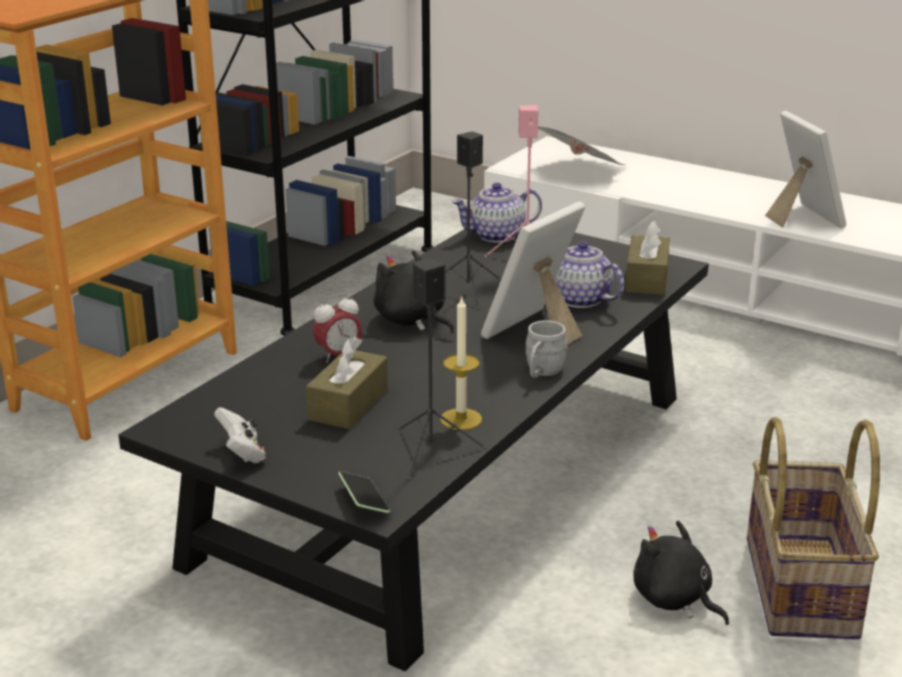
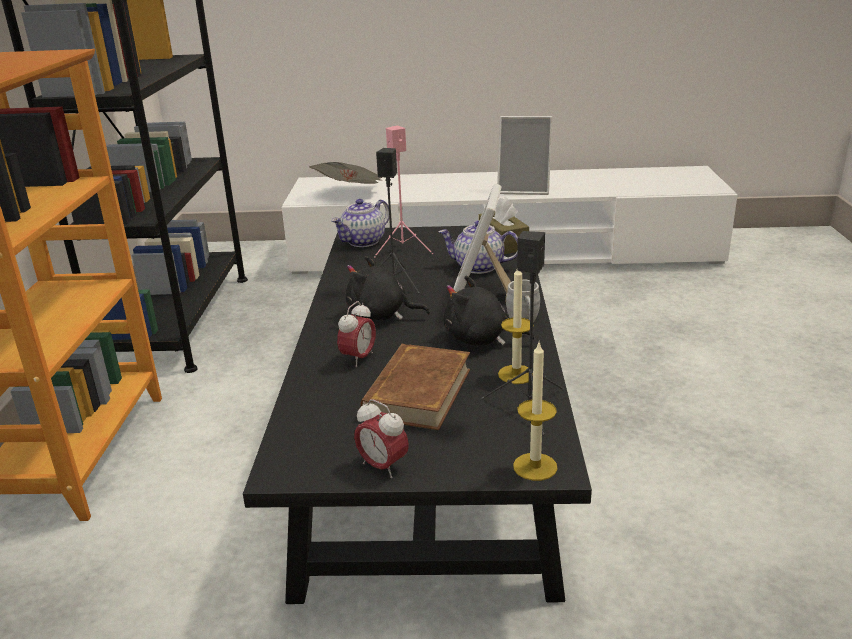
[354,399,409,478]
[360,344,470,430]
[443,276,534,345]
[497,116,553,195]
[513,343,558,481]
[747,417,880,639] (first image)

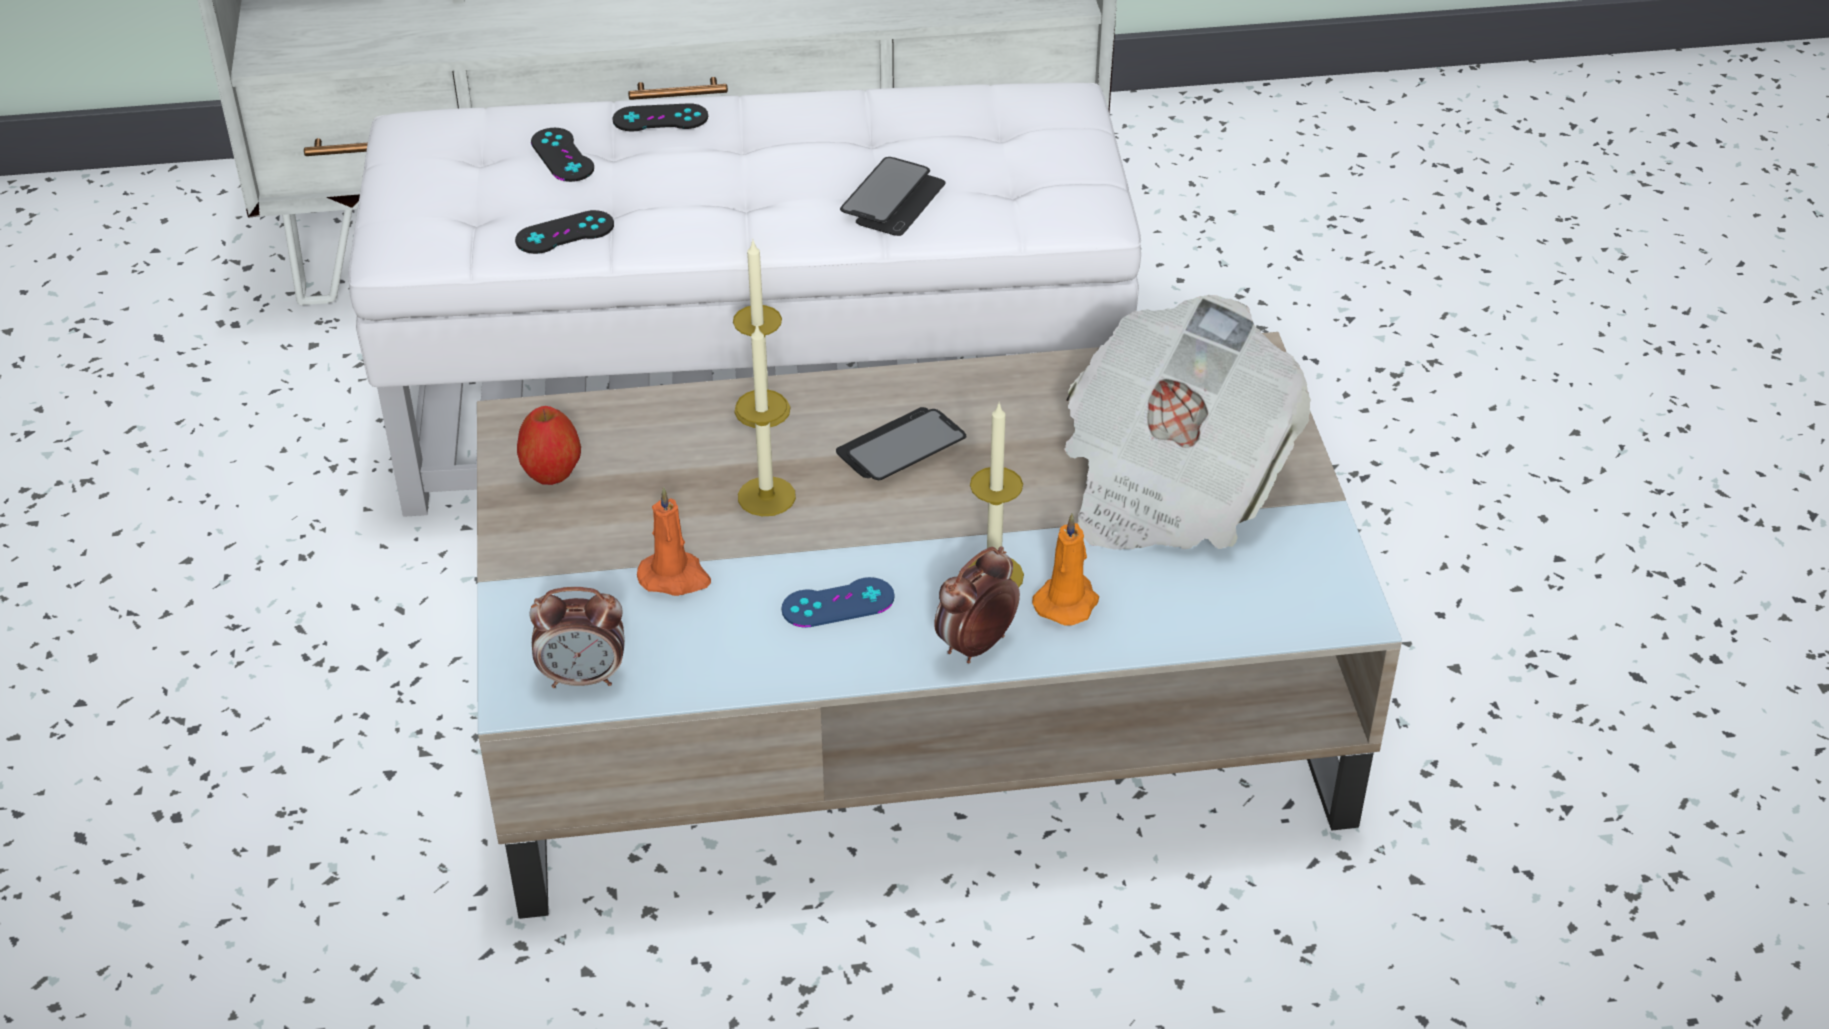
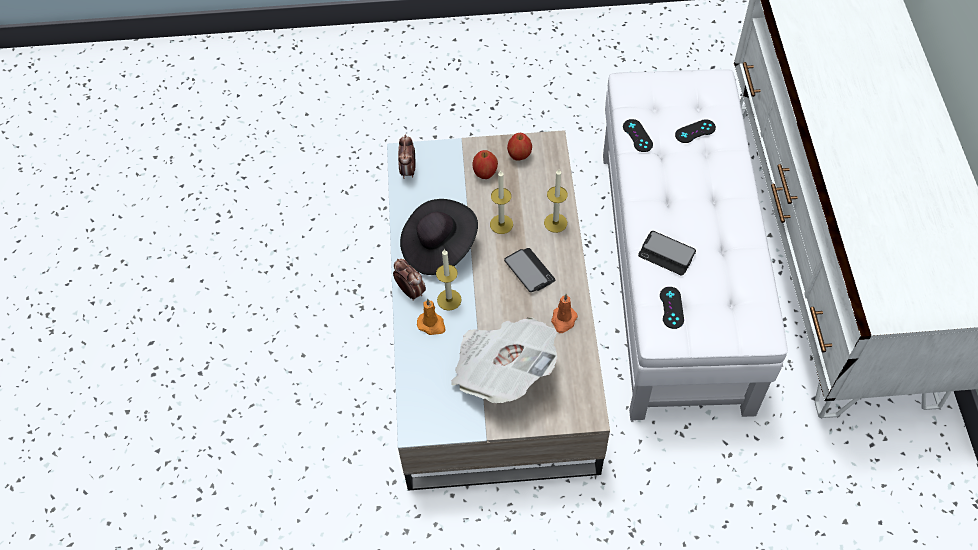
[400,199,478,275]
[472,150,498,179]
[551,294,578,333]
[660,287,684,329]

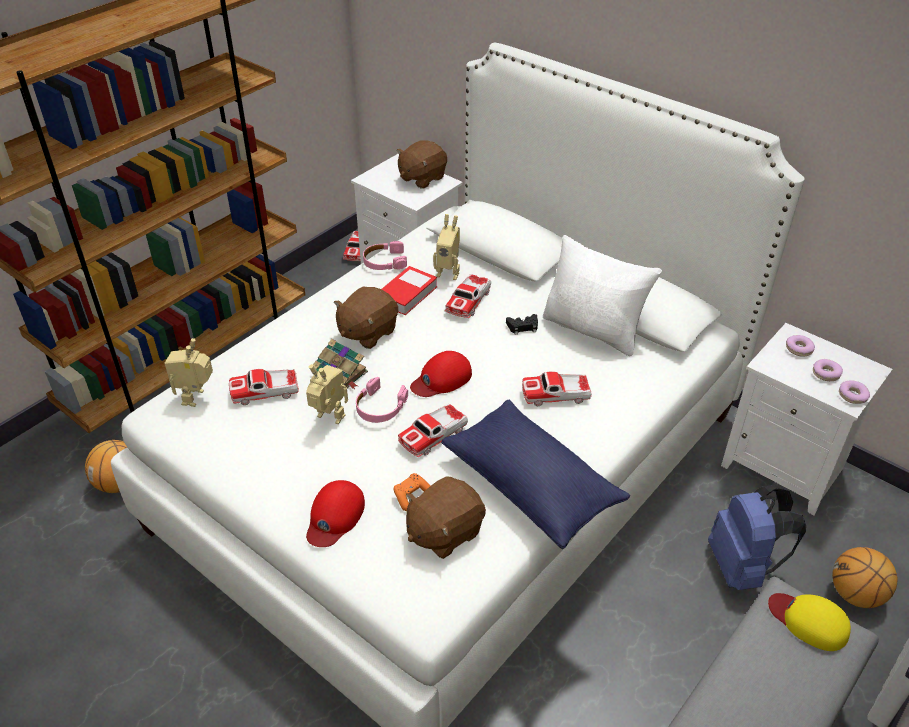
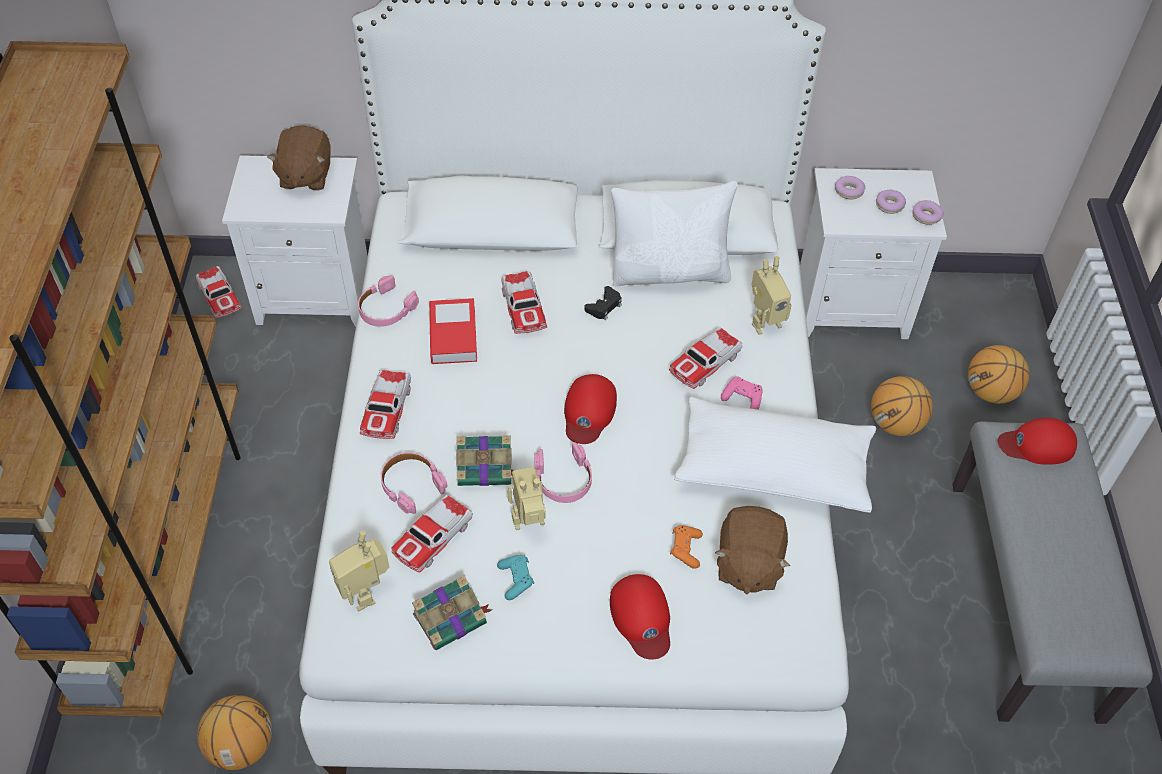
[360,370,411,439]
[381,452,448,514]
[412,575,492,650]
[497,555,534,600]
[674,397,876,513]
[721,376,763,410]
[751,256,792,335]
[871,376,933,436]
[998,418,1077,465]
[334,287,398,349] (first image)

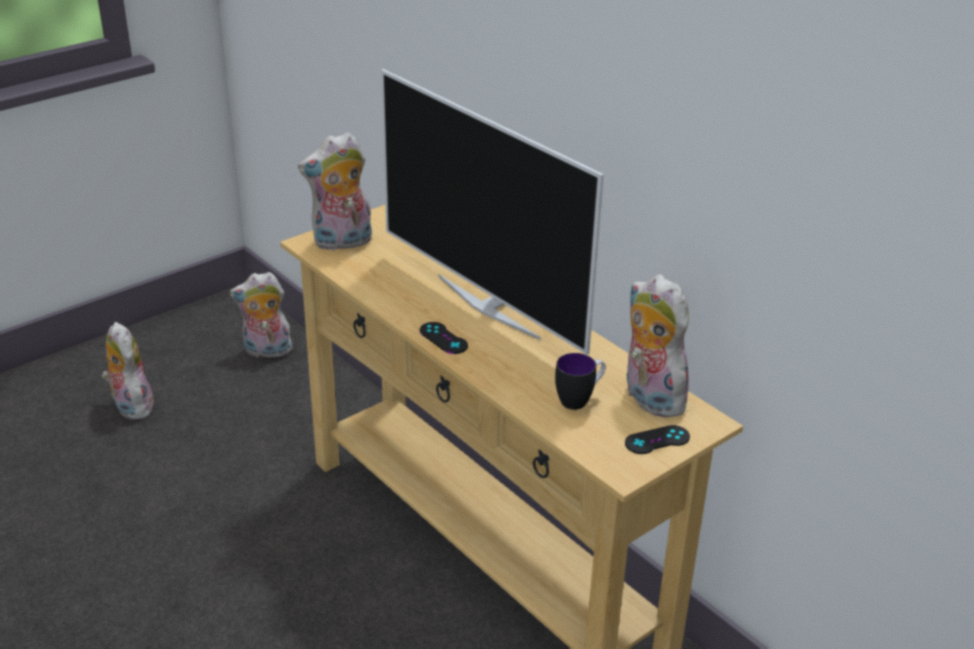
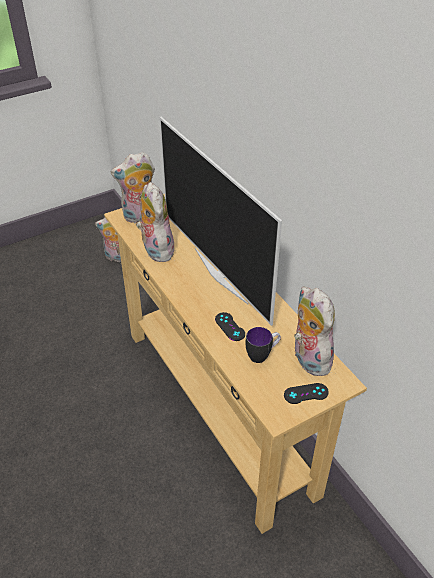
[136,182,174,262]
[215,312,245,341]

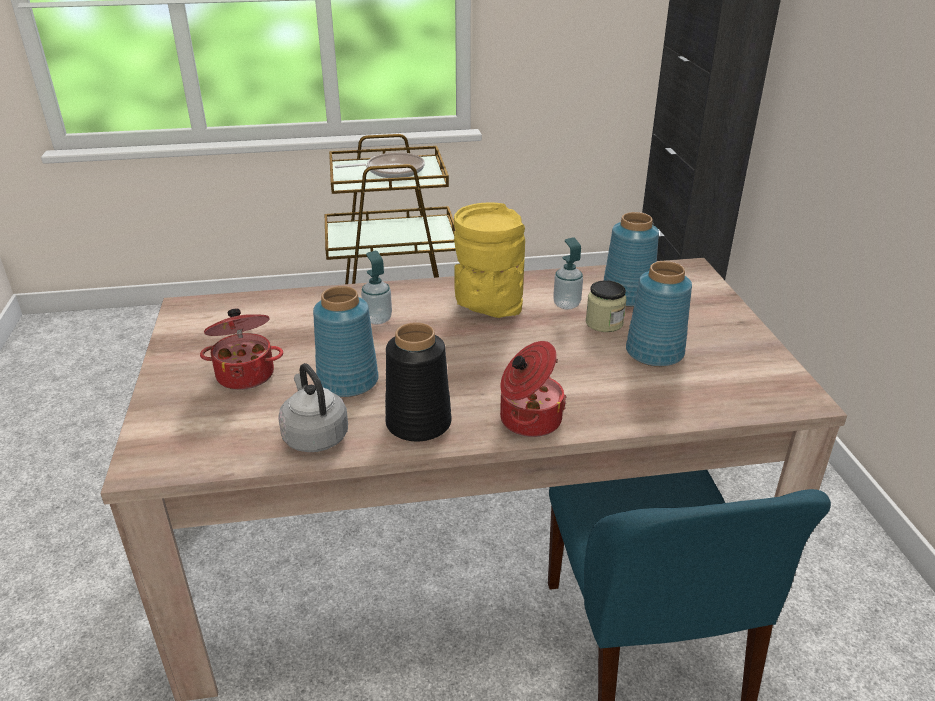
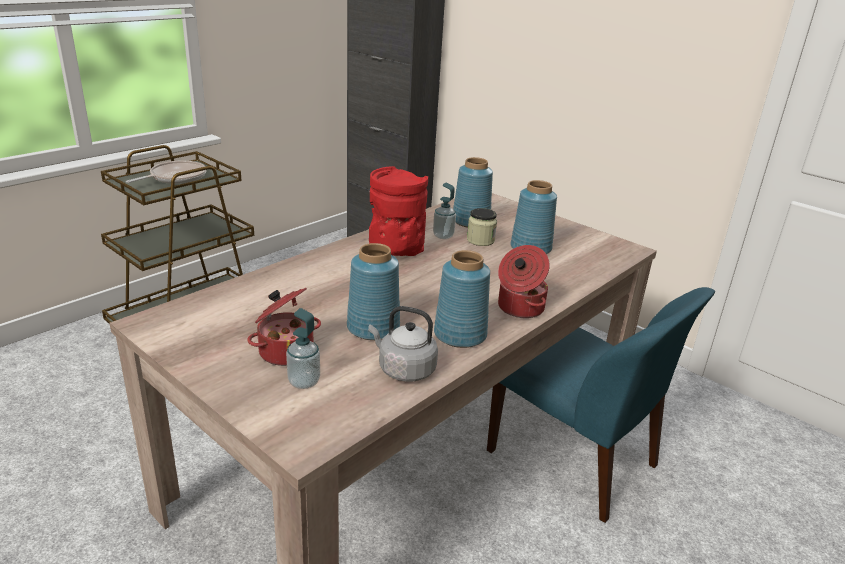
[286,308,320,389]
[369,166,428,256]
[434,250,490,348]

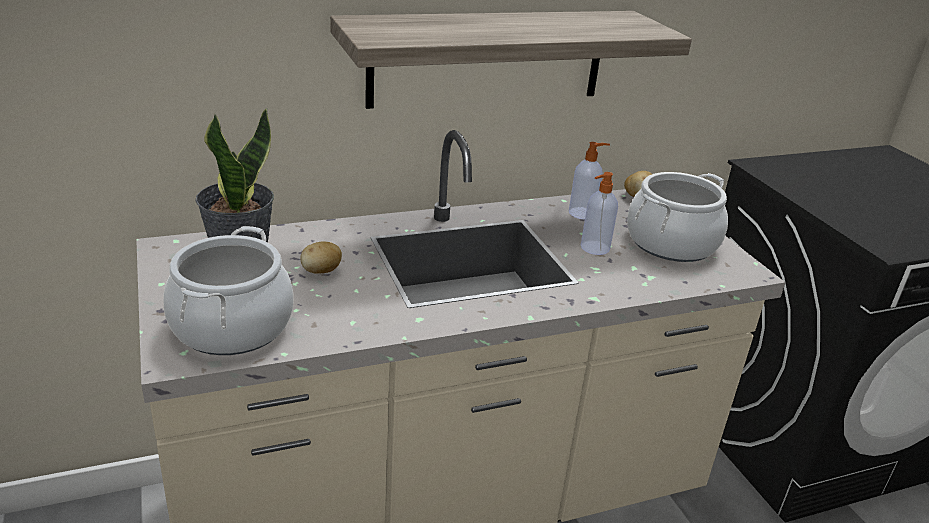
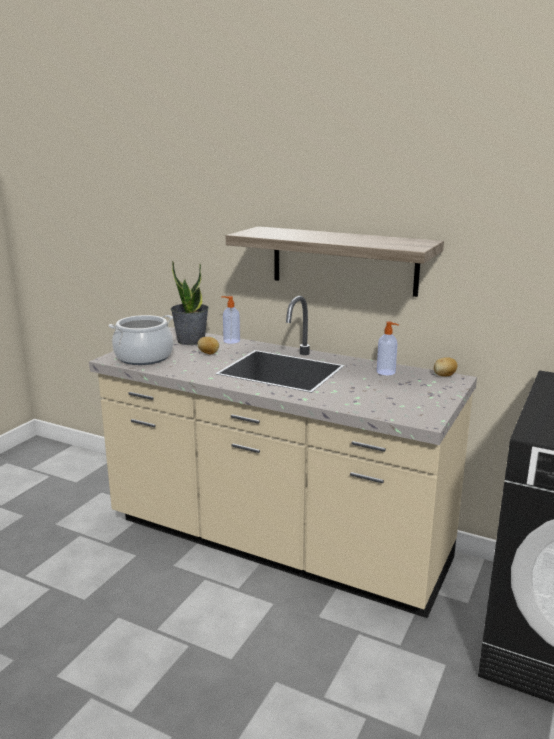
[221,296,240,344]
[627,172,728,262] (first image)

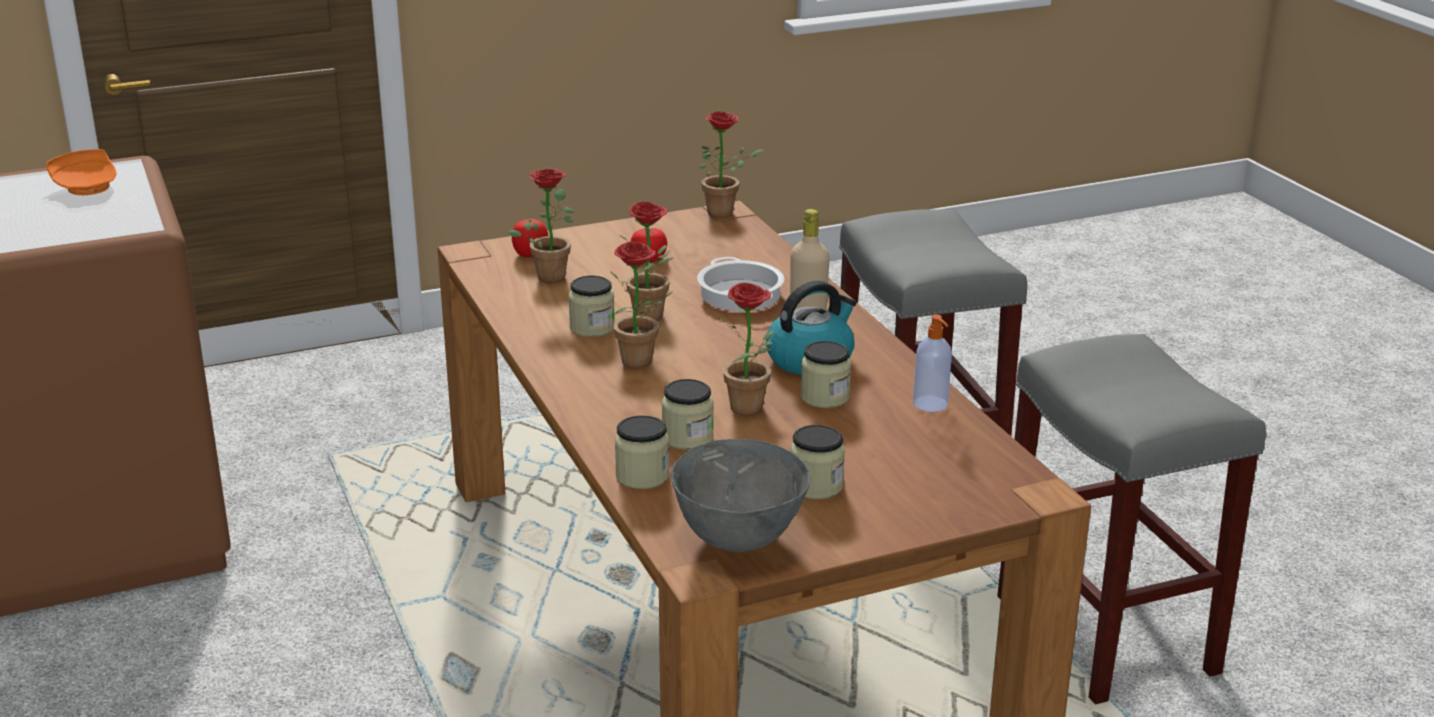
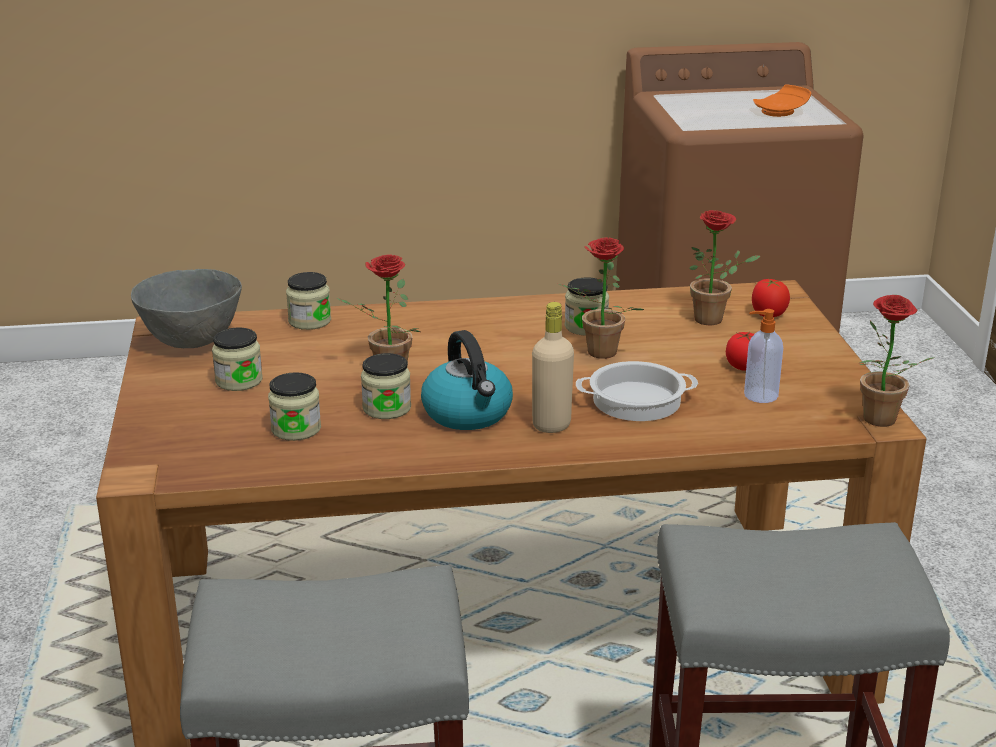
[268,372,321,441]
[744,309,783,403]
[610,241,673,368] (first image)

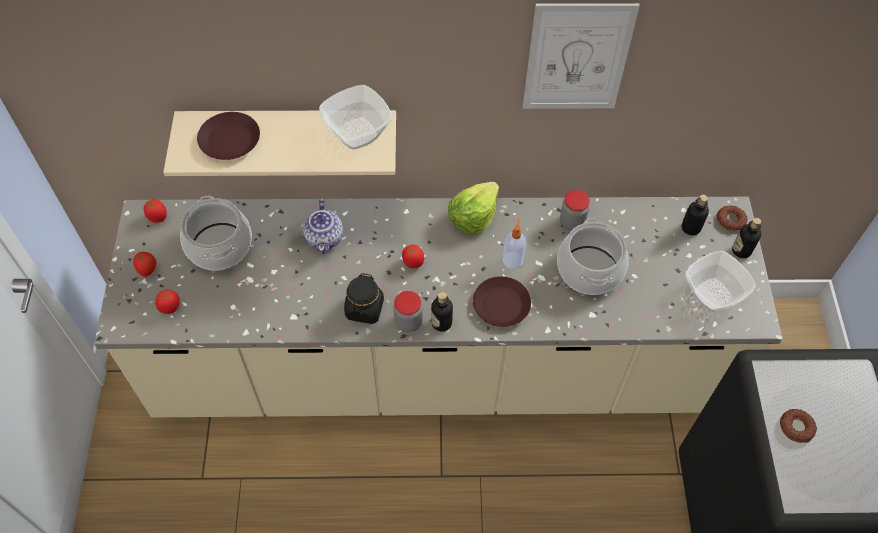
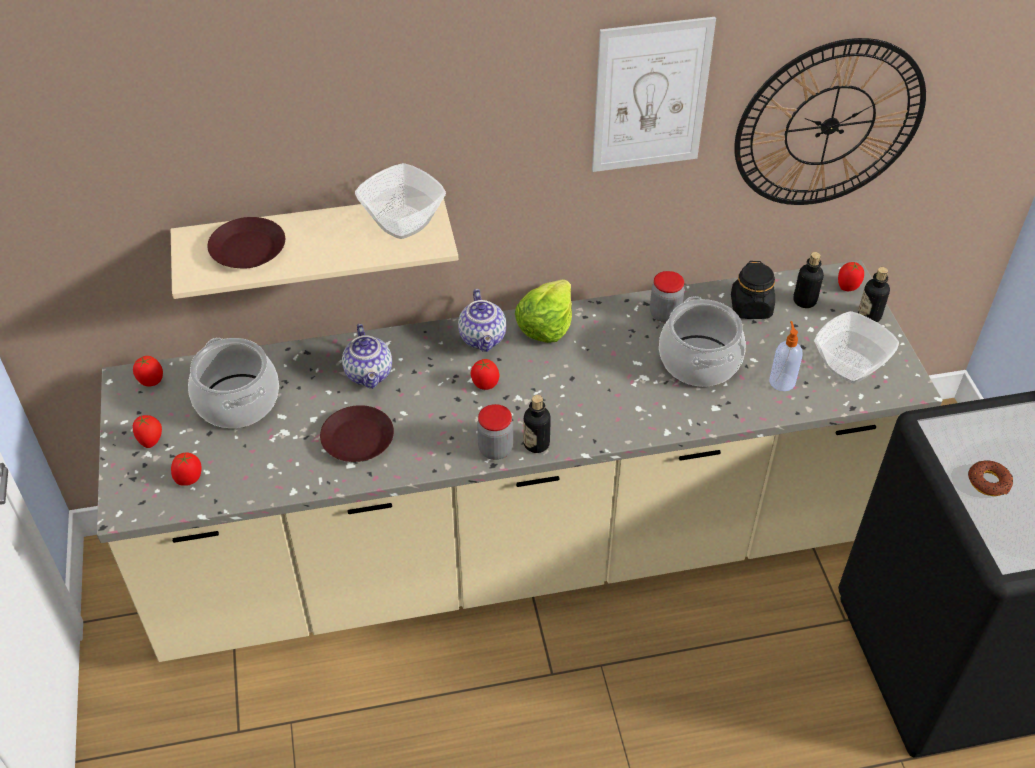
[320,405,394,462]
[458,289,507,352]
[731,261,775,319]
[734,38,926,205]
[770,321,802,391]
[838,262,864,291]

